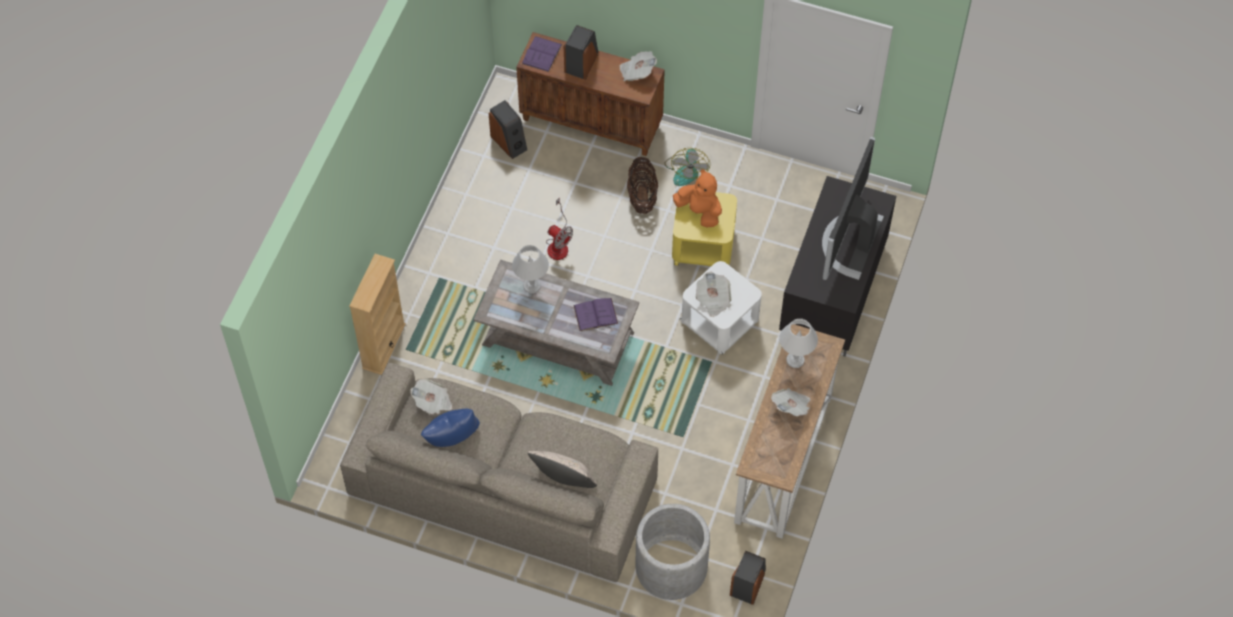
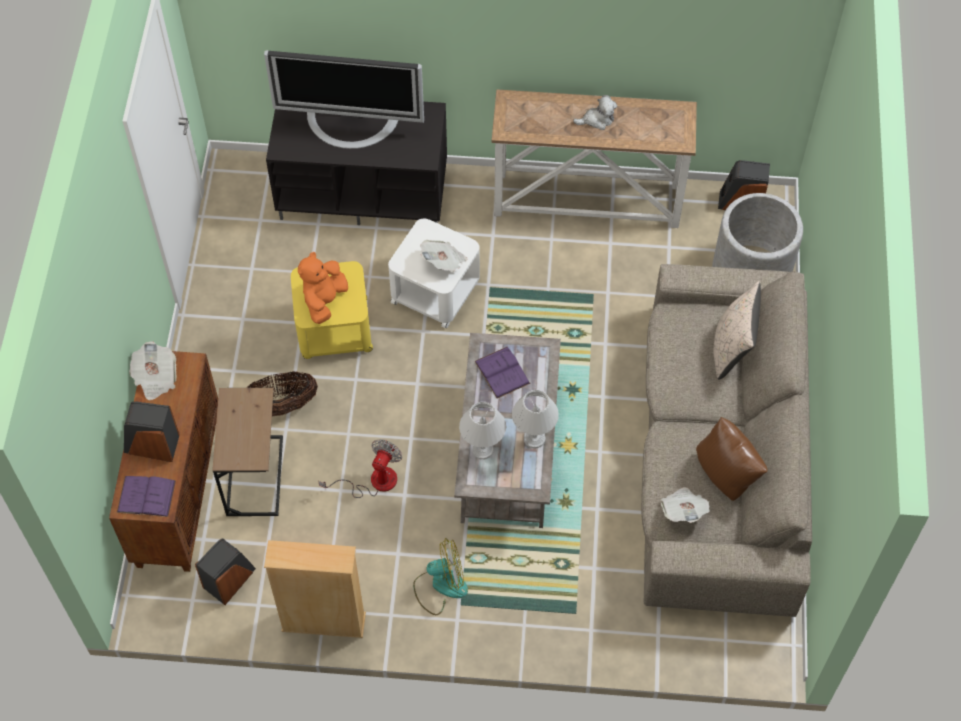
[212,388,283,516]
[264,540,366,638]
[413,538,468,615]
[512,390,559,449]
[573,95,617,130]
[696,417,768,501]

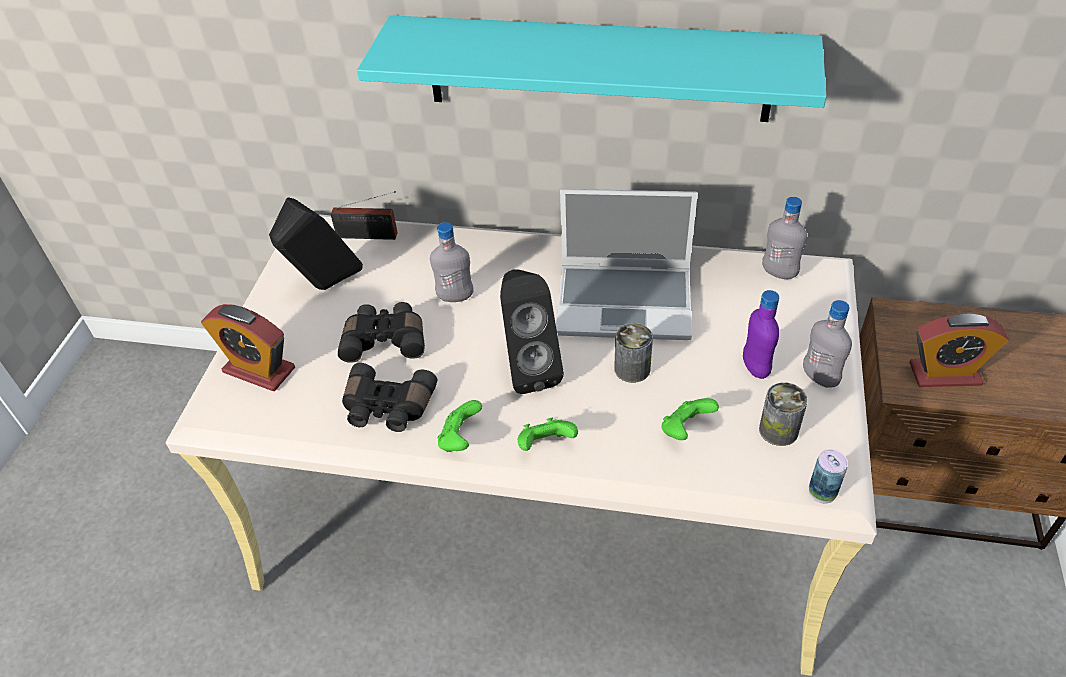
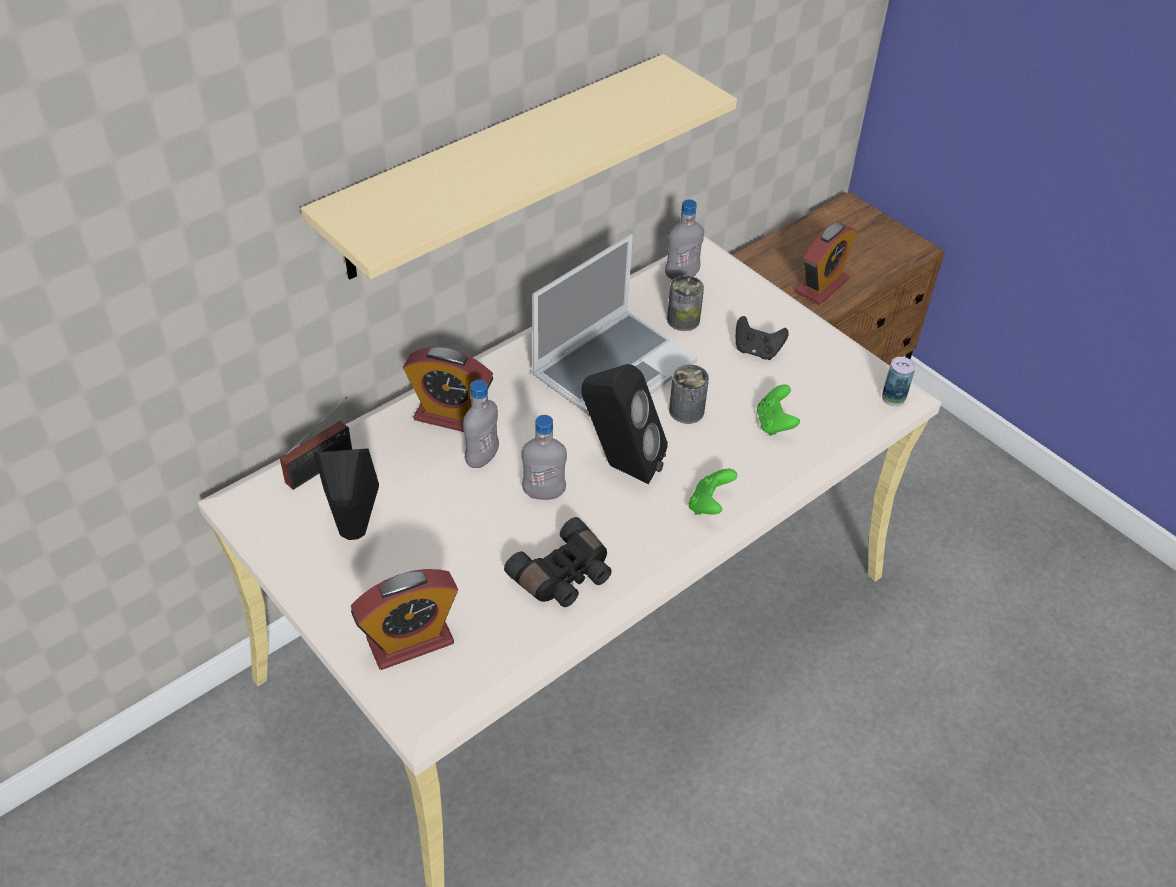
[301,54,737,279]
[403,348,493,432]
[522,415,567,500]
[667,275,704,331]
[736,316,789,360]
[338,302,425,363] (first image)
[438,400,482,452] (first image)

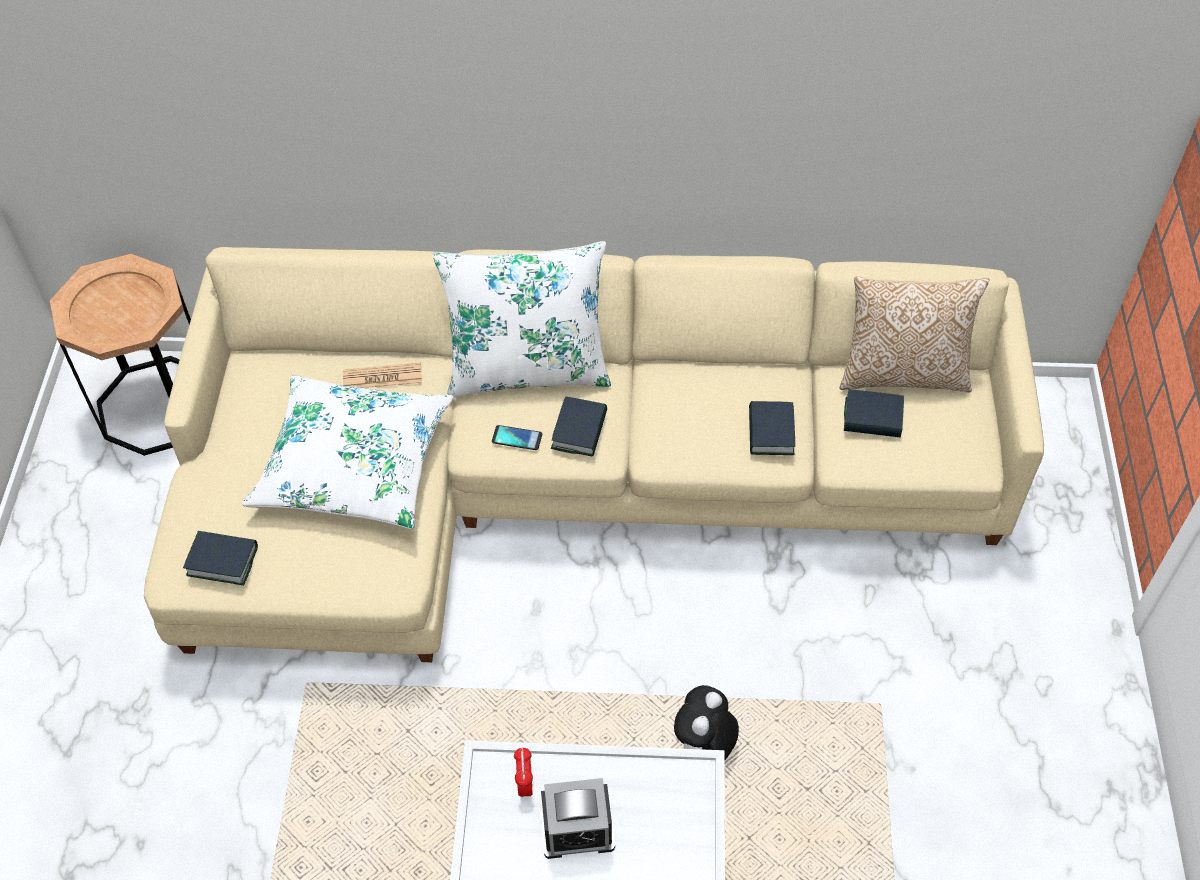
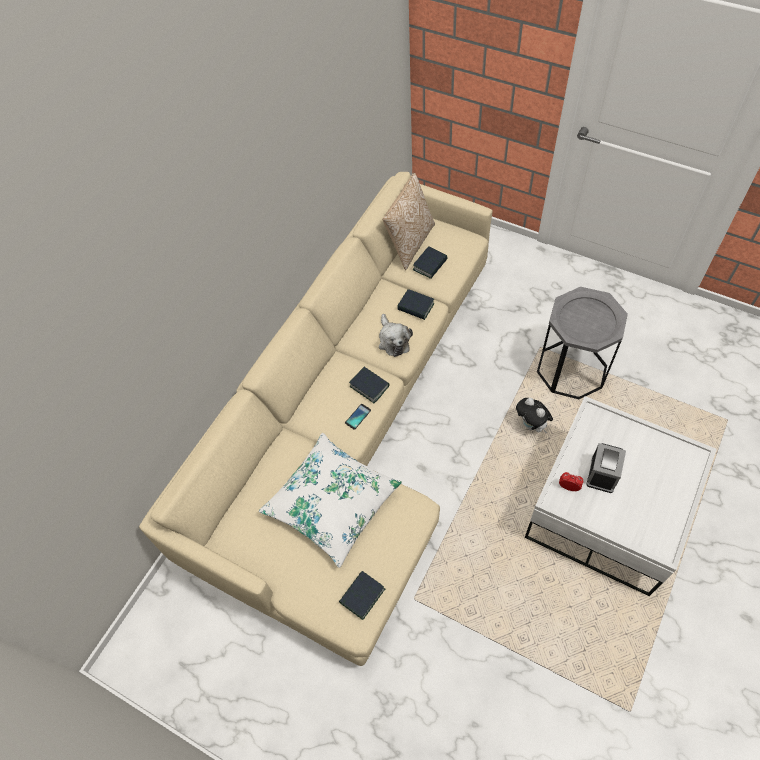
[379,314,413,357]
[537,287,628,399]
[50,254,191,456] (first image)
[343,363,422,388] (first image)
[433,241,611,397] (first image)

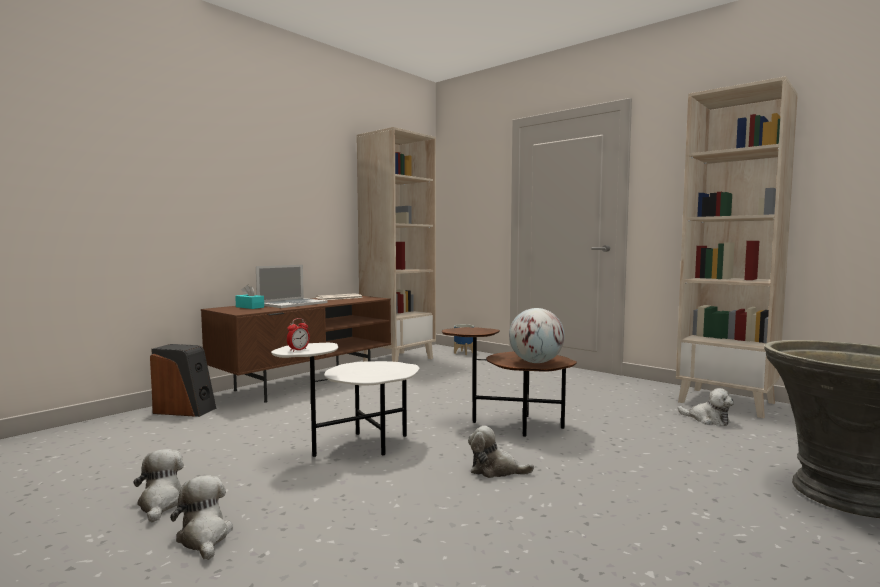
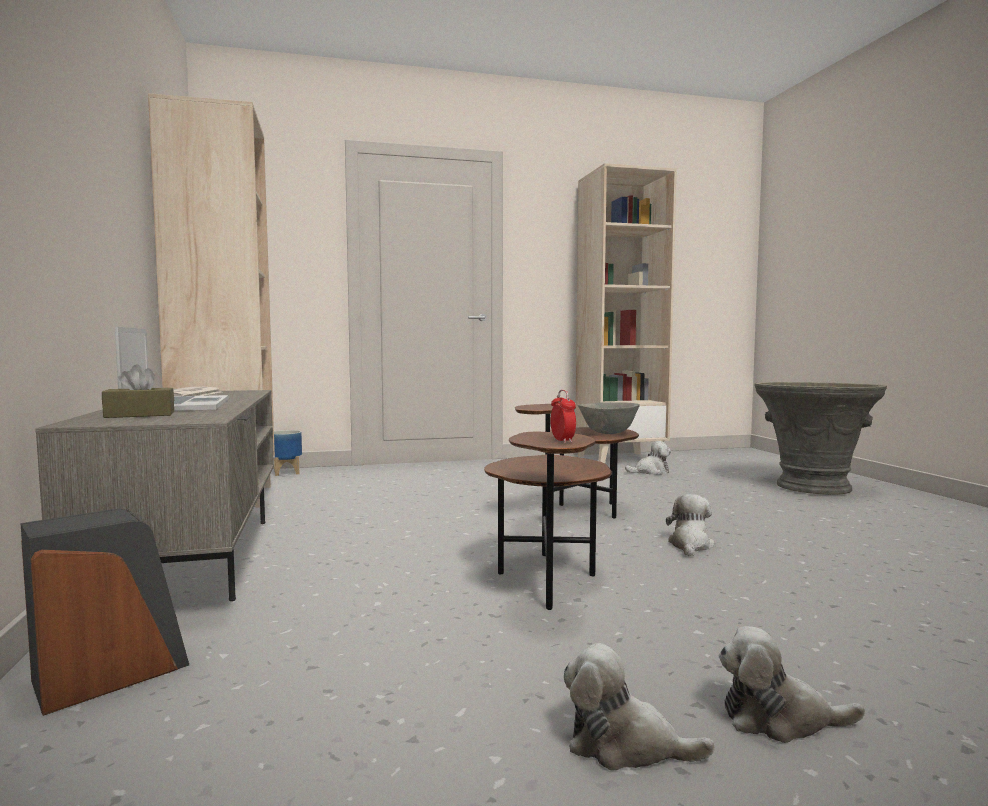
[35,390,274,601]
[102,365,174,418]
[484,432,612,610]
[578,402,640,434]
[666,494,715,556]

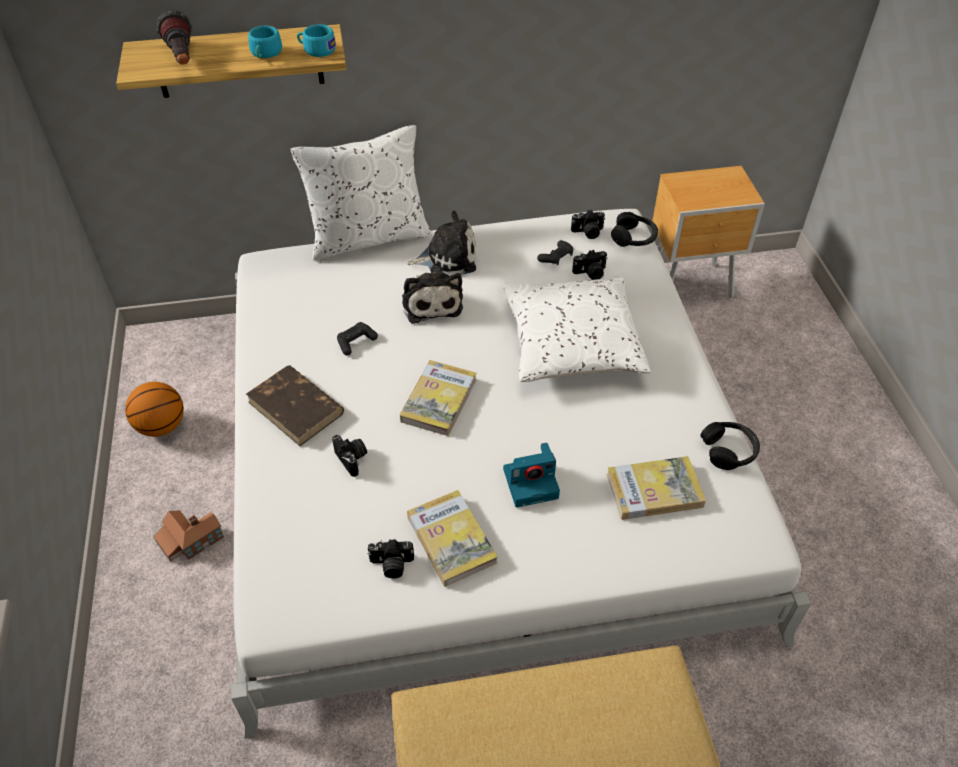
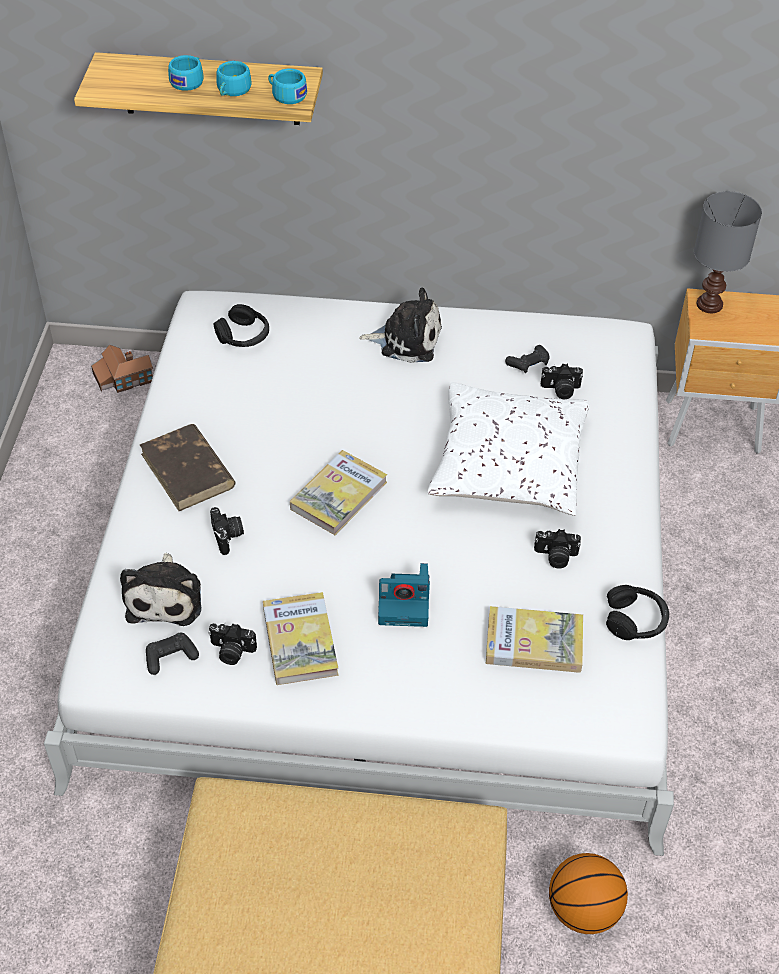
[91,345,153,393]
[120,553,202,626]
[146,633,199,675]
[168,55,204,91]
[214,304,269,347]
[534,529,581,569]
[549,853,628,934]
[694,191,762,313]
[156,10,192,64] (first image)
[290,125,431,261] (first image)

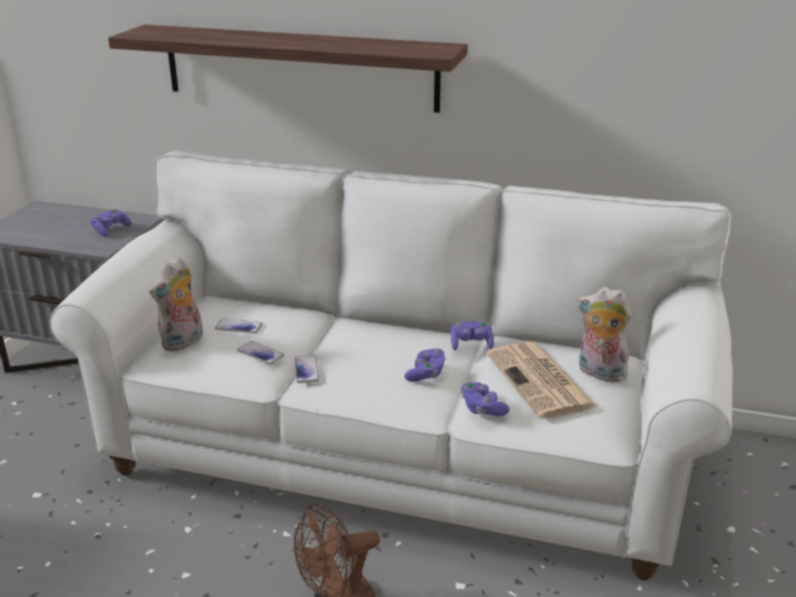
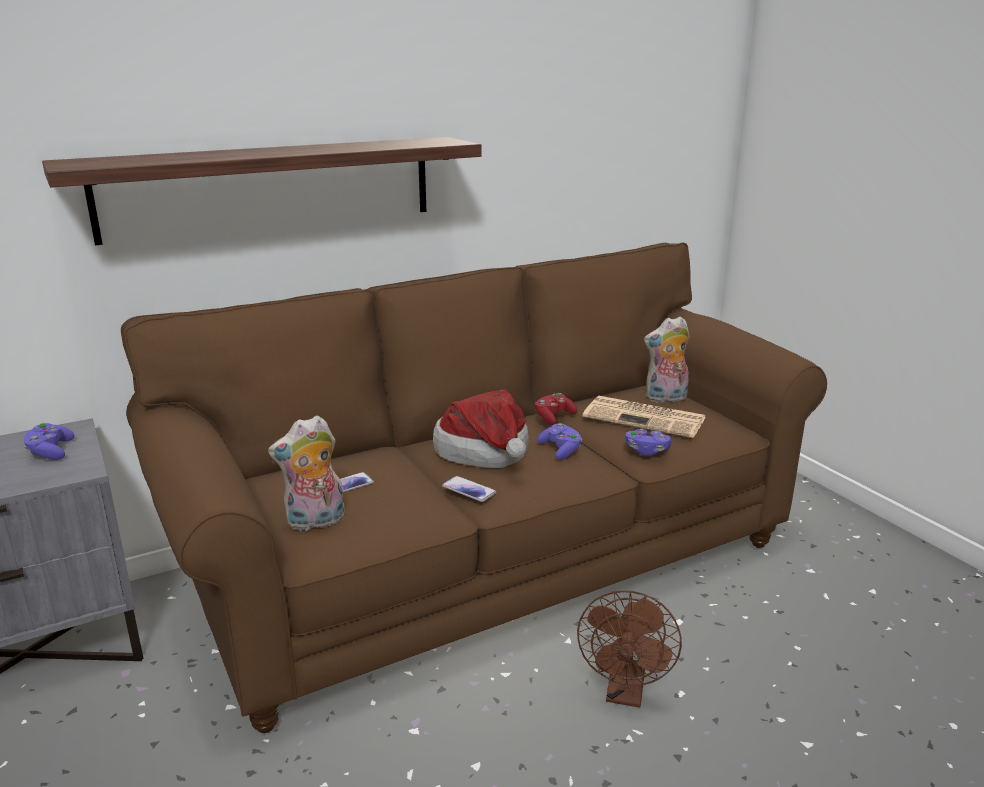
[121,243,827,733]
[268,415,345,531]
[433,390,529,468]
[535,393,577,425]
[237,341,284,365] (first image)

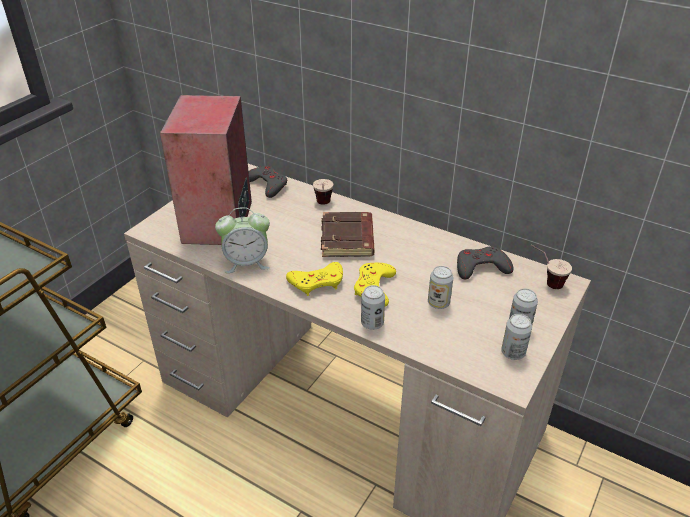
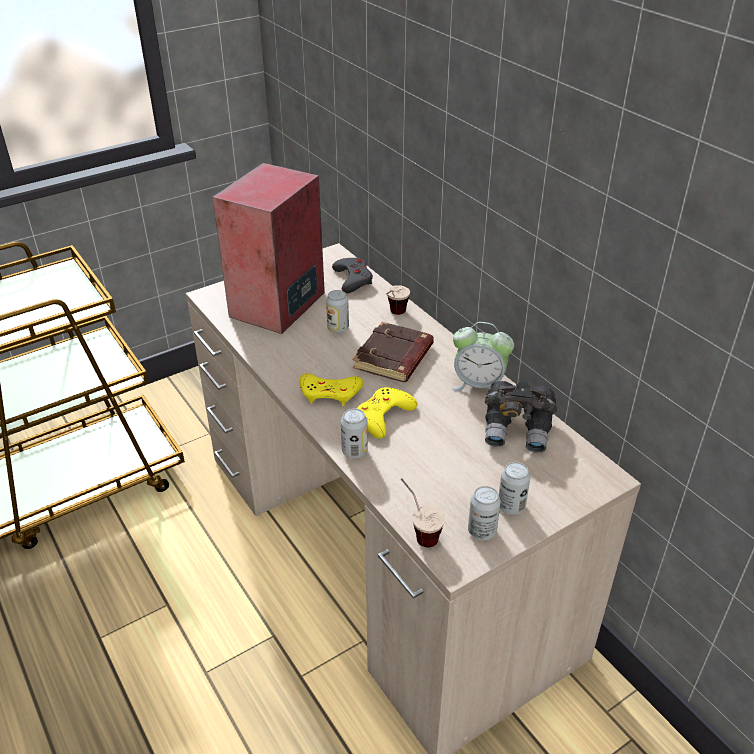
[326,290,349,333]
[401,478,445,548]
[452,322,514,391]
[485,381,557,453]

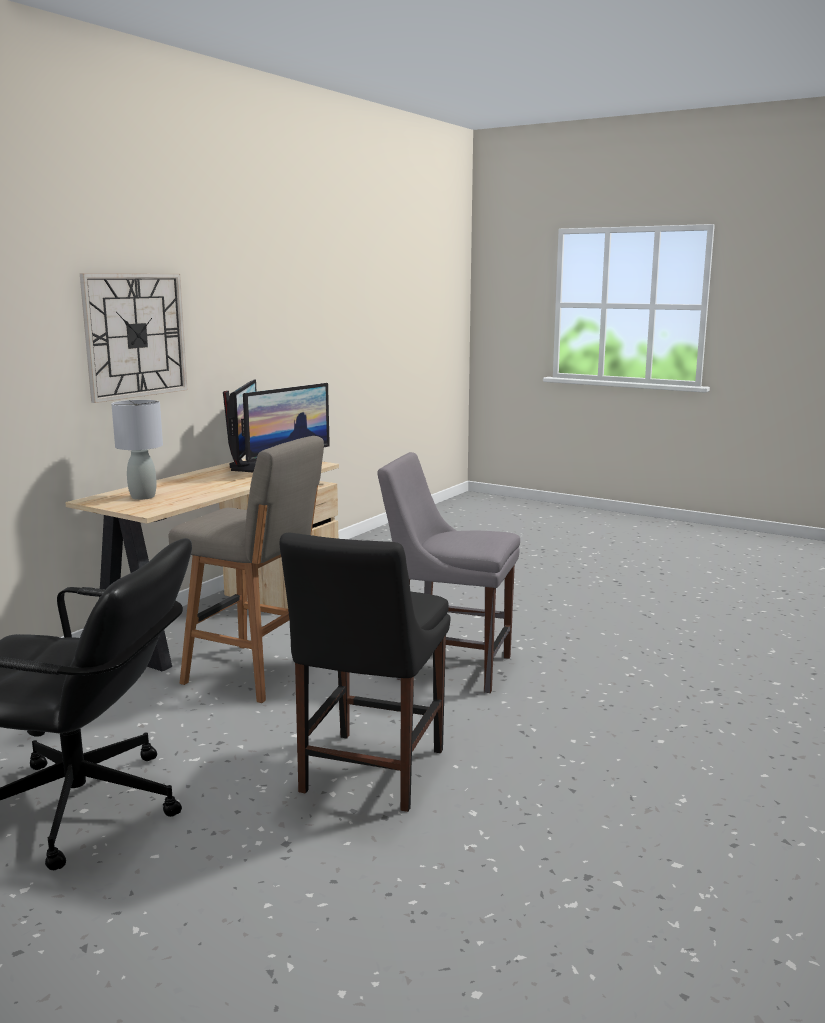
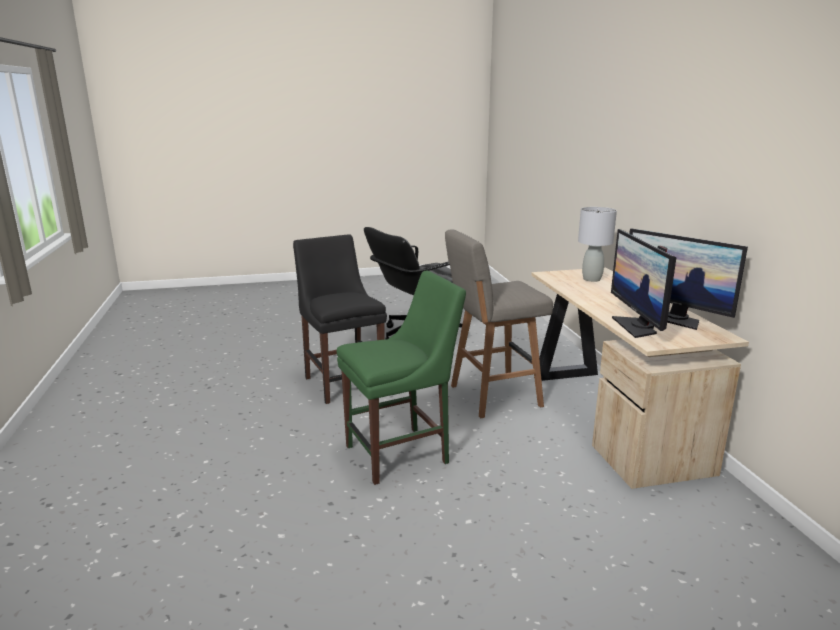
[337,271,466,485]
[80,273,188,403] (first image)

